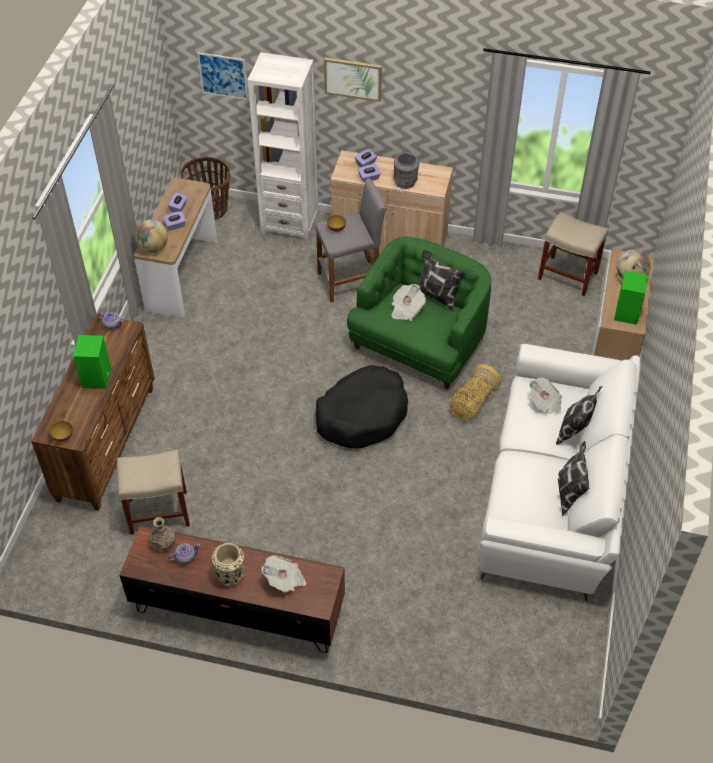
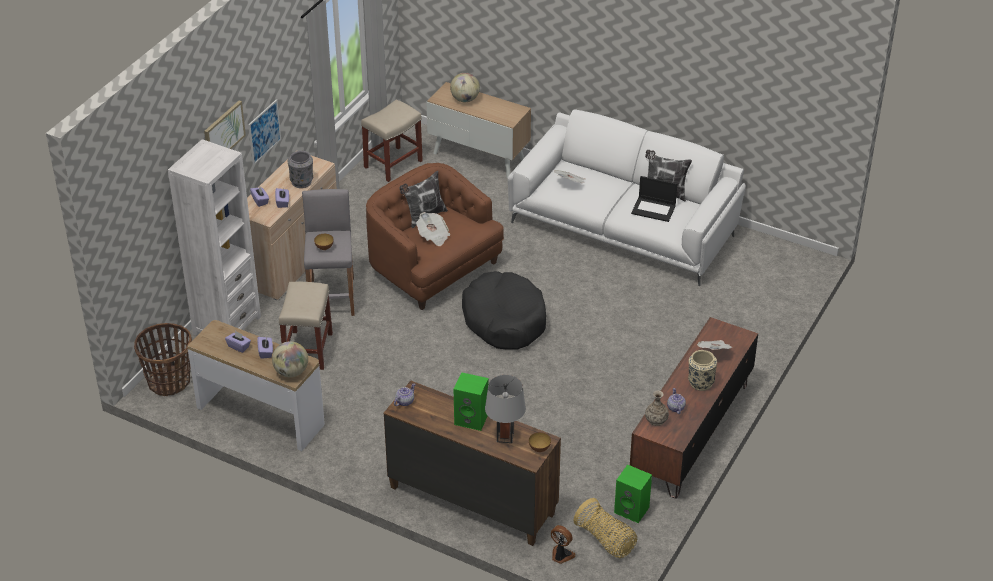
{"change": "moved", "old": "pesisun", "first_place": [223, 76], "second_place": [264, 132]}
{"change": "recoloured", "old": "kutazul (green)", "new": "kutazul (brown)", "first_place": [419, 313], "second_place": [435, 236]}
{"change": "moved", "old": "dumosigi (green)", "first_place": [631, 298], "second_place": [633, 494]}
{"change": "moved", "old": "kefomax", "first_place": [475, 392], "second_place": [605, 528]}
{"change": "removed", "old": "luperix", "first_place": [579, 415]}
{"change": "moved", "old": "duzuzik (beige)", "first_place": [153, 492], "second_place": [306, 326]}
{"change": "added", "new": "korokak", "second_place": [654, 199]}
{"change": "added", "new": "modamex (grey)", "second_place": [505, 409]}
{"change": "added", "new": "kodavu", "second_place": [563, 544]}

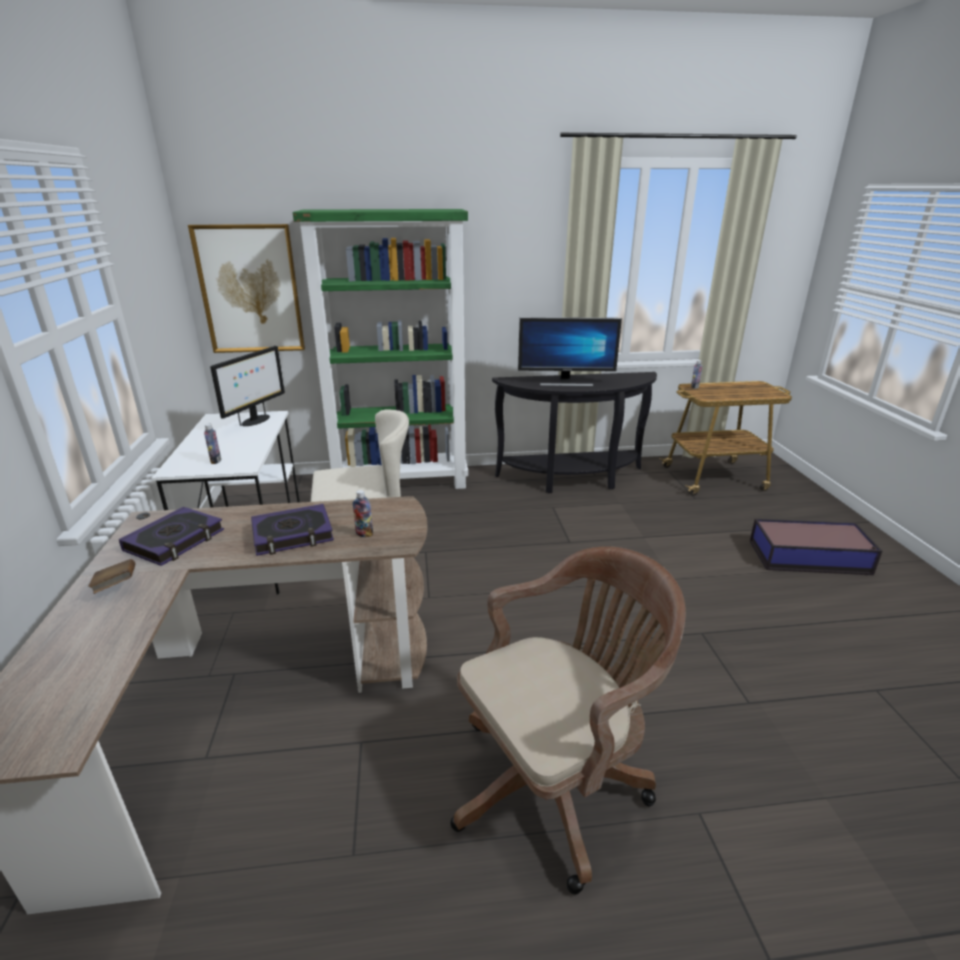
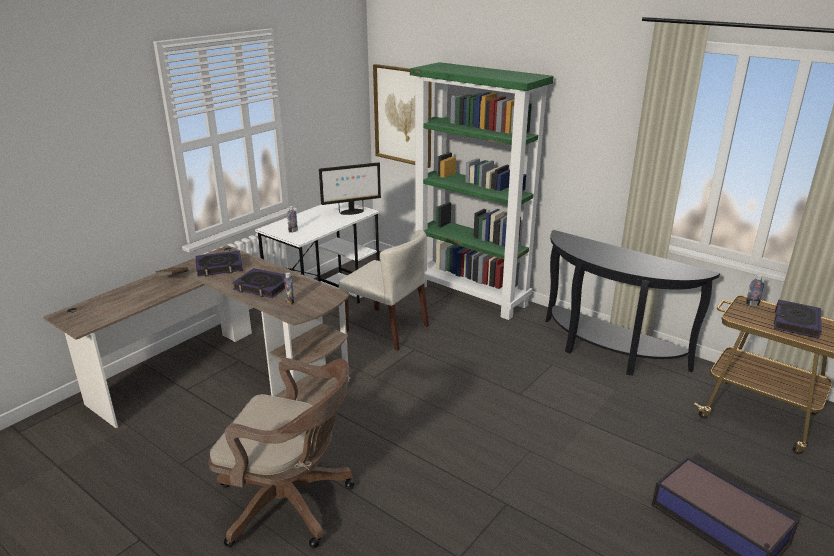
{"change": "removed", "old": "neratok", "first_place": [570, 351]}
{"change": "added", "new": "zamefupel", "second_place": [798, 319]}

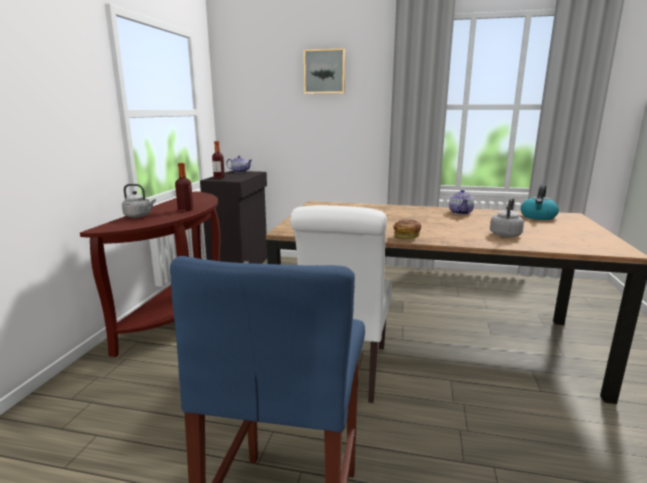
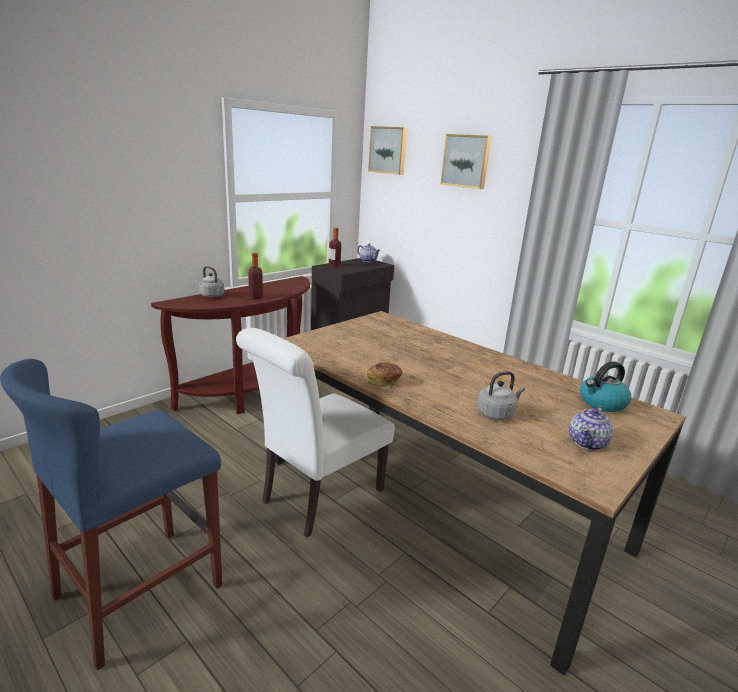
{"change": "moved", "old": "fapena", "first_place": [461, 202], "second_place": [591, 428]}
{"change": "added", "new": "pesisun", "second_place": [387, 150]}

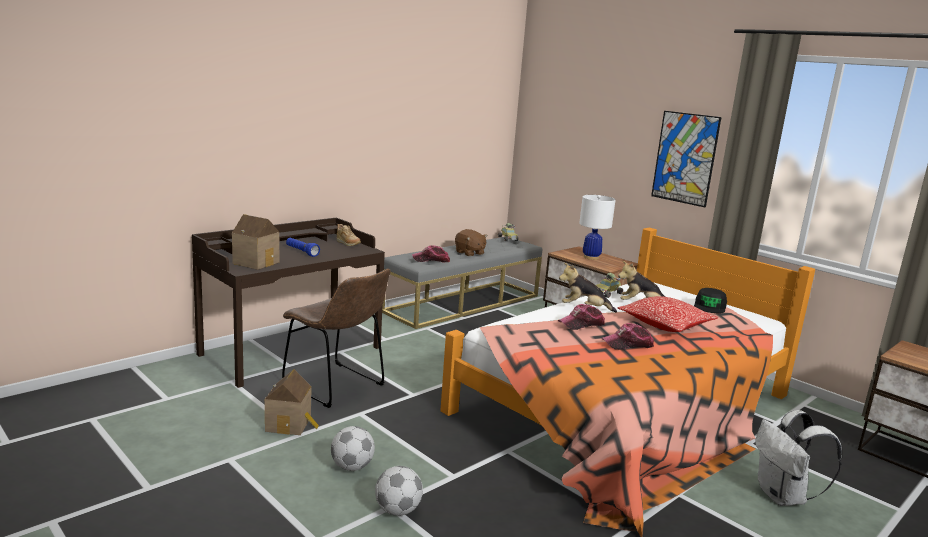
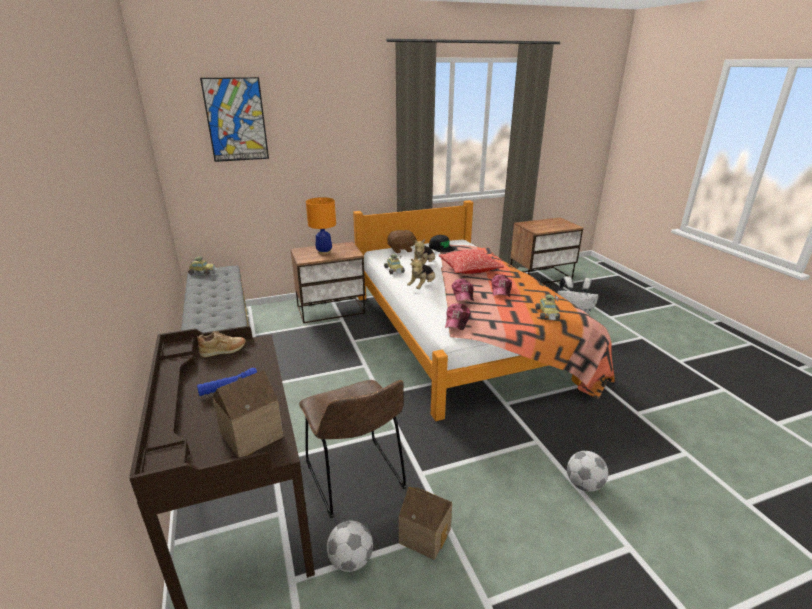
{"change": "moved", "old": "pesisun", "first_place": [686, 159], "second_place": [234, 119]}
{"change": "recoloured", "old": "modamex (white)", "new": "modamex (orange)", "first_place": [597, 227], "second_place": [321, 226]}
{"change": "moved", "old": "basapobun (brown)", "first_place": [471, 242], "second_place": [402, 241]}
{"change": "moved", "old": "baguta", "first_place": [431, 254], "second_place": [458, 316]}
{"change": "turned", "old": "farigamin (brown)", "first_place": [336, 338], "second_place": [352, 449], "degrees": 90}
{"change": "moved", "old": "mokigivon", "first_place": [353, 448], "second_place": [350, 546]}
{"change": "added", "new": "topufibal", "second_place": [547, 307]}

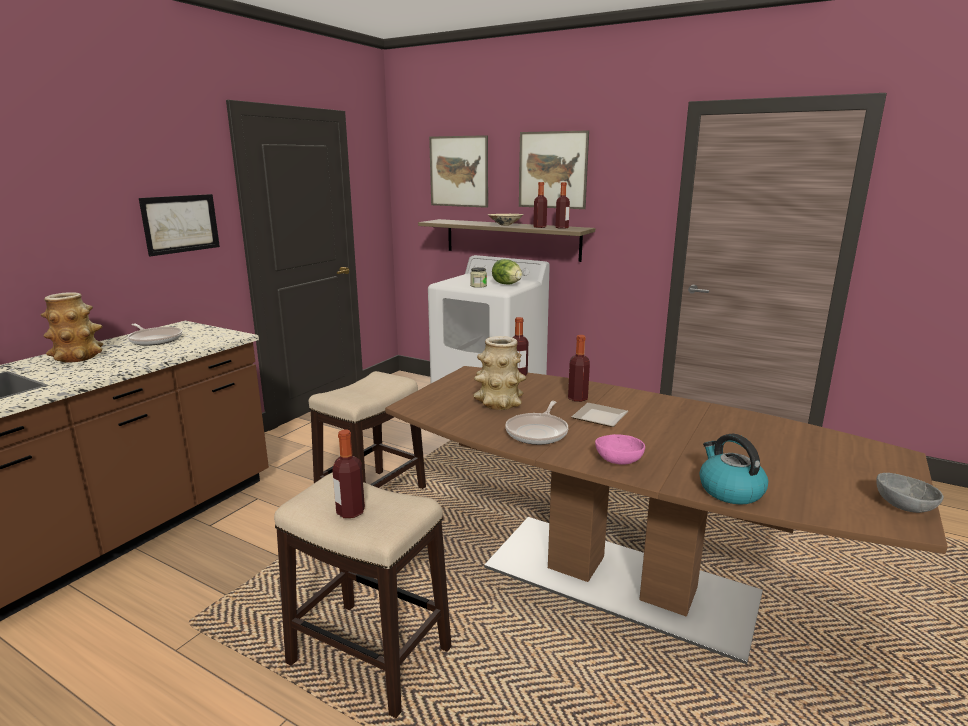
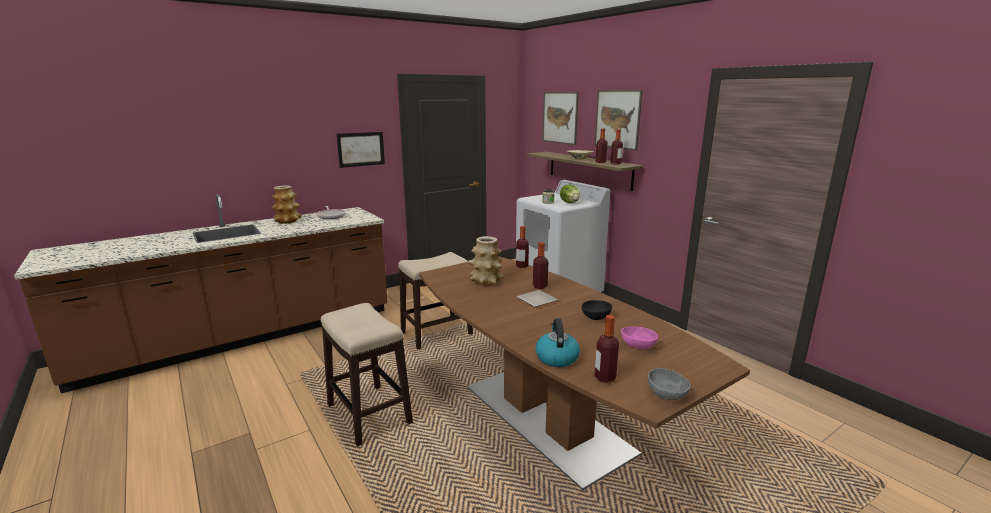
{"change": "removed", "old": "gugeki", "first_place": [536, 423]}
{"change": "moved", "old": "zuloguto", "first_place": [348, 474], "second_place": [606, 349]}
{"change": "moved", "old": "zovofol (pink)", "first_place": [620, 449], "second_place": [639, 338]}
{"change": "added", "new": "zovofol (black)", "second_place": [597, 310]}

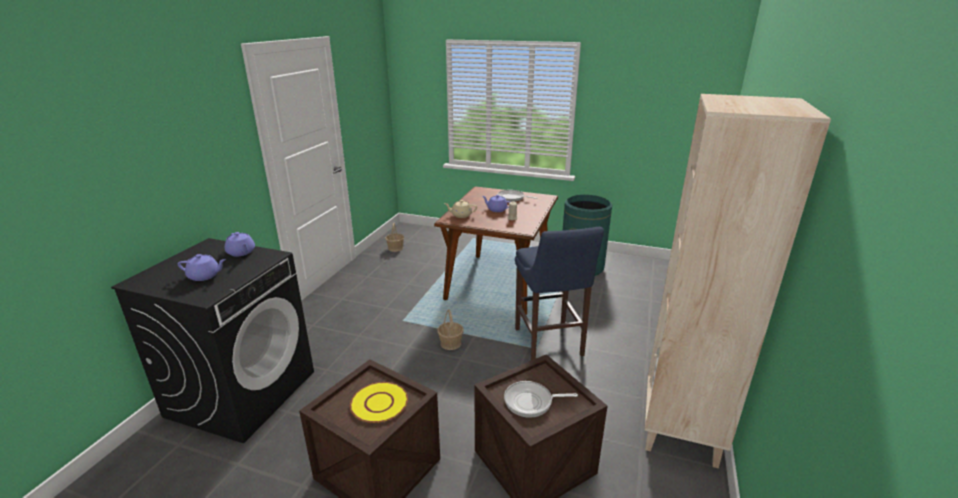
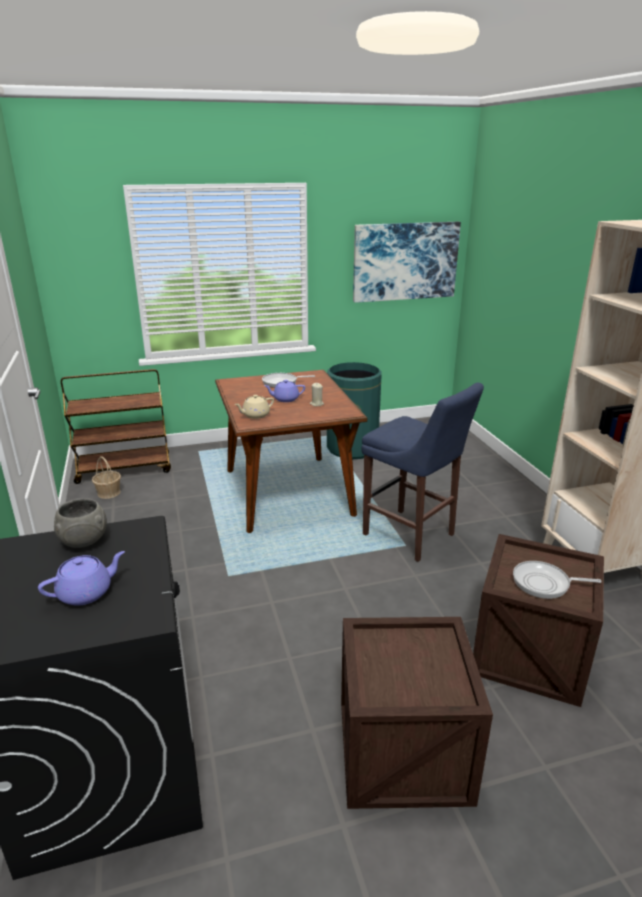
{"change": "replaced", "old": "fapena (purple)", "new": "zovofol (grey)", "first_place": [240, 244], "second_place": [80, 523]}
{"change": "removed", "old": "kefomax", "first_place": [450, 329]}
{"change": "turned", "old": "gugeki", "first_place": [541, 399], "second_place": [557, 580], "degrees": 45}
{"change": "removed", "old": "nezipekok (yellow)", "first_place": [379, 402]}
{"change": "added", "new": "pesisun", "second_place": [407, 262]}
{"change": "added", "new": "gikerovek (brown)", "second_place": [116, 426]}

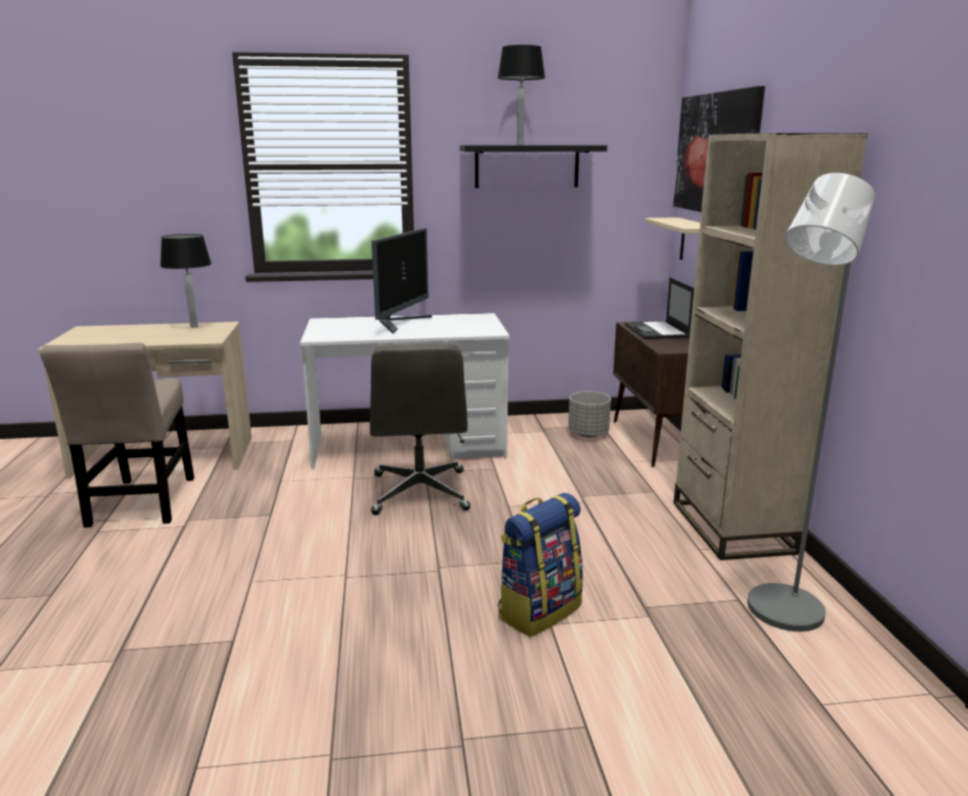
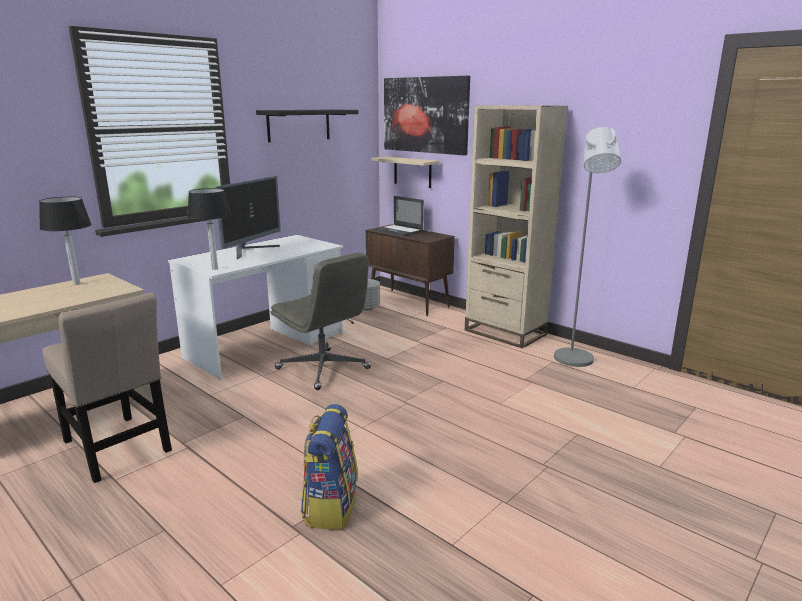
{"change": "moved", "old": "modamex", "first_place": [521, 95], "second_place": [209, 229]}
{"change": "turned", "old": "neratok", "first_place": [402, 281], "second_place": [248, 218], "degrees": 45}
{"change": "moved", "old": "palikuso", "first_place": [540, 565], "second_place": [329, 467]}

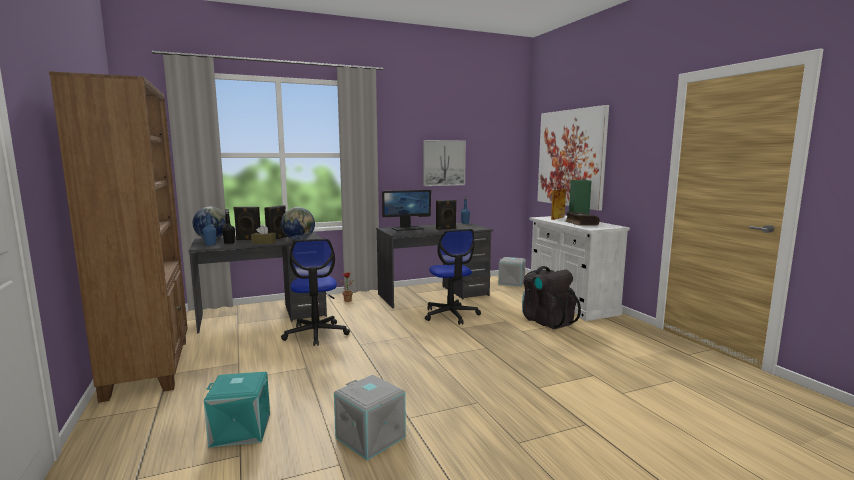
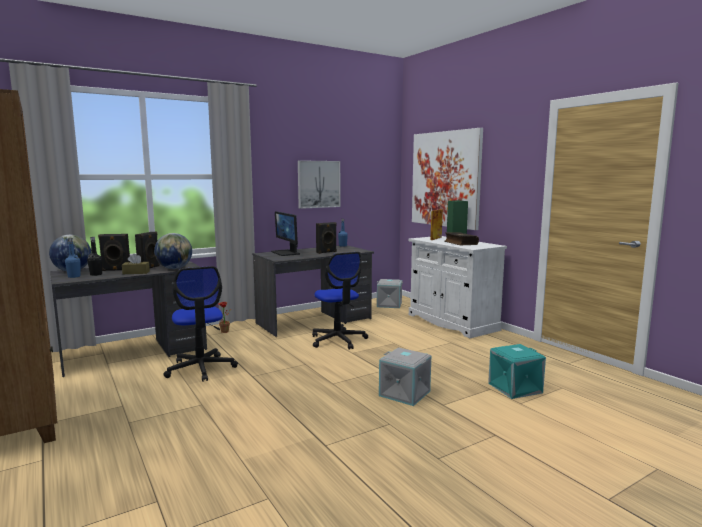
{"change": "turned", "old": "neratok", "first_place": [406, 210], "second_place": [285, 233], "degrees": 90}
{"change": "removed", "old": "palikuso (black)", "first_place": [551, 297]}
{"change": "moved", "old": "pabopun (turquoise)", "first_place": [237, 410], "second_place": [517, 371]}
{"change": "moved", "old": "pabopun (grey)", "first_place": [370, 417], "second_place": [405, 377]}

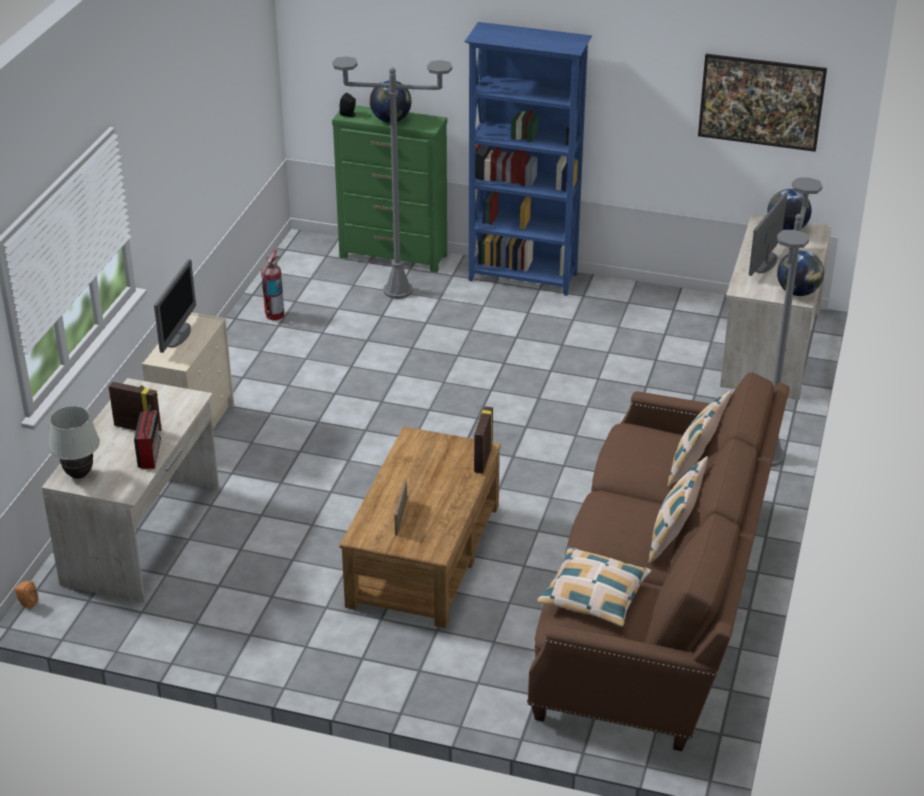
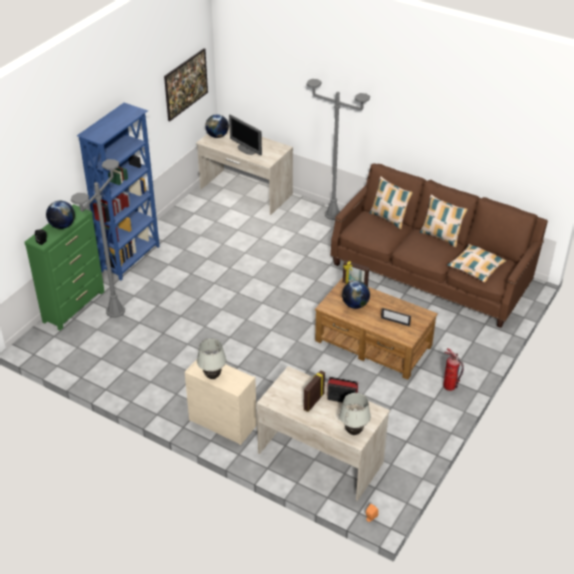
{"change": "moved", "old": "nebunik", "first_place": [272, 285], "second_place": [453, 369]}
{"change": "moved", "old": "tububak", "first_place": [800, 273], "second_place": [356, 295]}
{"change": "replaced", "old": "neratok", "new": "modamex (white)", "first_place": [175, 306], "second_place": [211, 359]}

